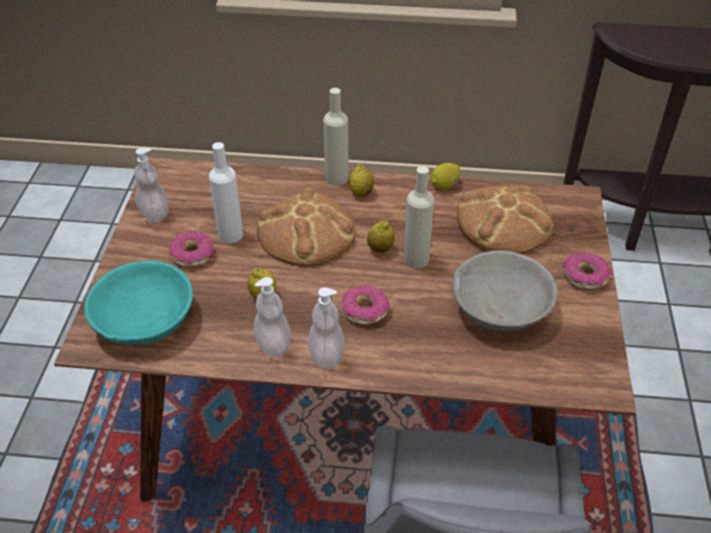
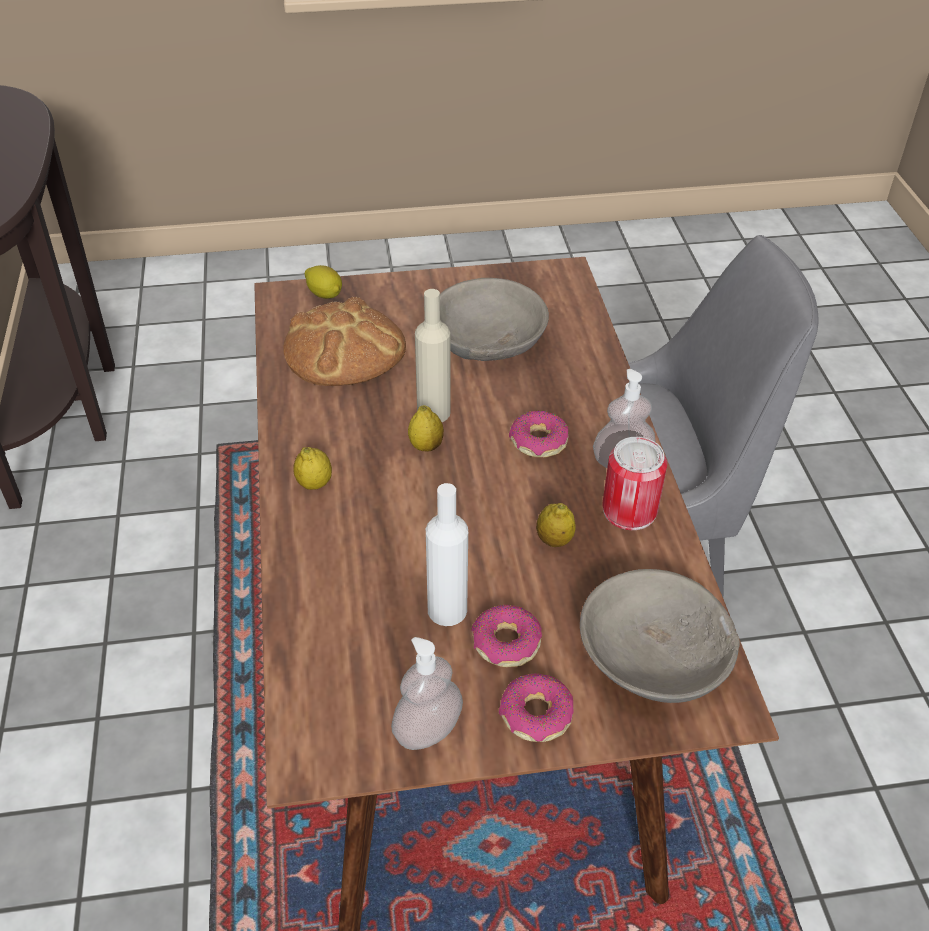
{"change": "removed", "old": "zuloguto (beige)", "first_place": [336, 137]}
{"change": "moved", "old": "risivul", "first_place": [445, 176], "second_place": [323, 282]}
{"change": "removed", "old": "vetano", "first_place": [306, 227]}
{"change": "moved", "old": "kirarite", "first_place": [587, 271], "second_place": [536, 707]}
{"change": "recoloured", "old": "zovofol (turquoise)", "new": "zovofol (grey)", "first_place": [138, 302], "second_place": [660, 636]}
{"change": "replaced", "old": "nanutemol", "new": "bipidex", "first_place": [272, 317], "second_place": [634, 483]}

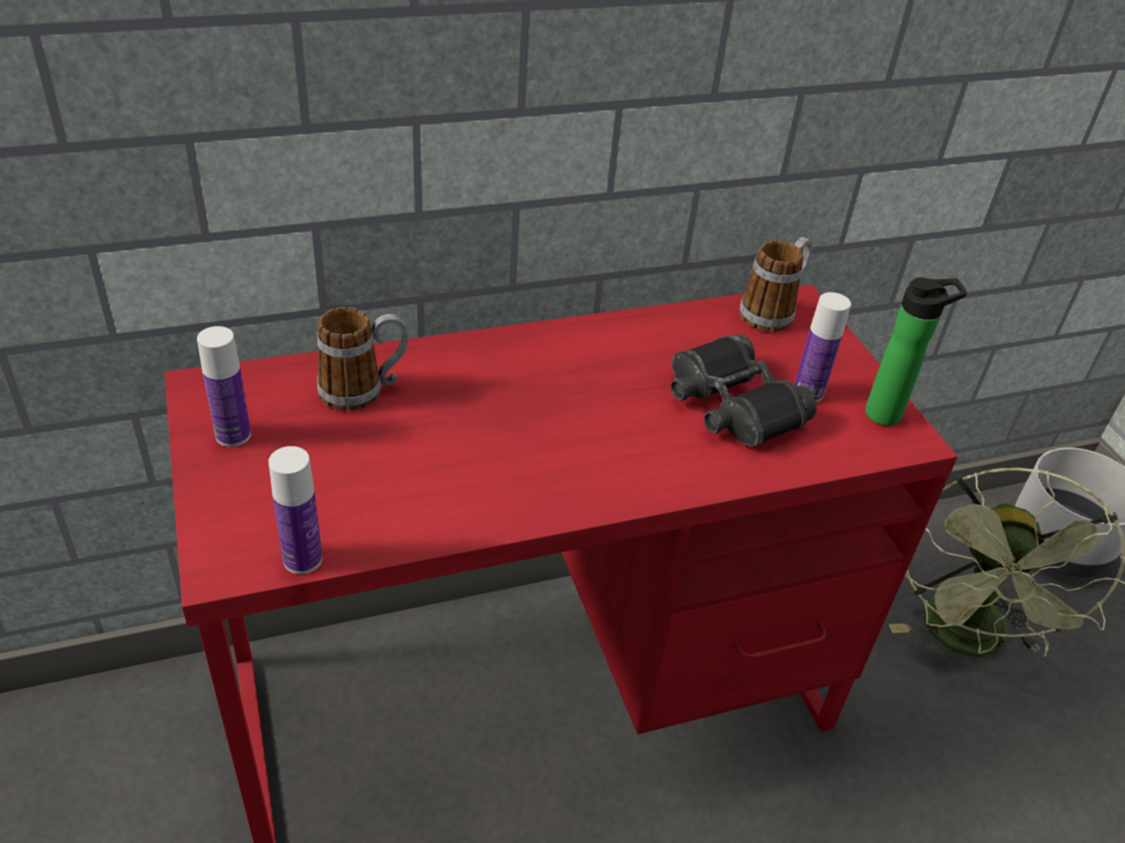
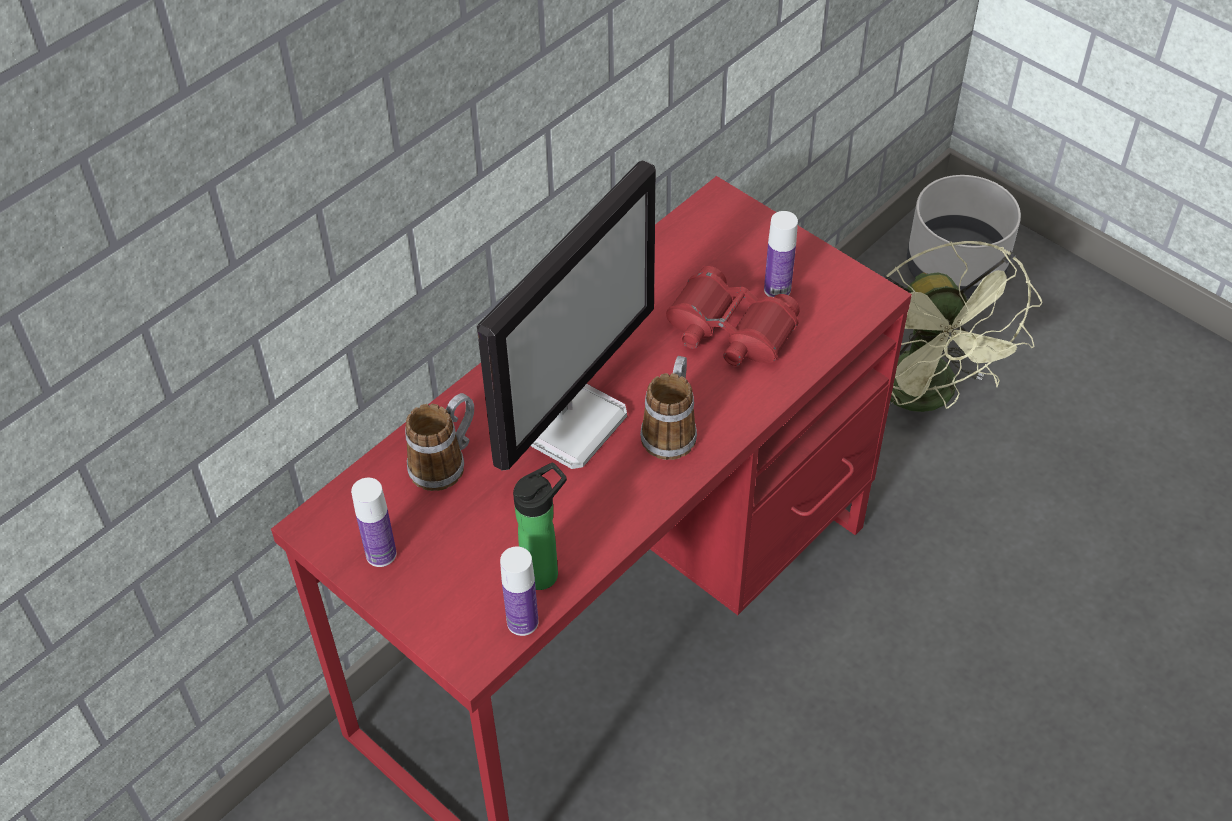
{"change": "moved", "old": "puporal", "first_place": [776, 284], "second_place": [668, 408]}
{"change": "moved", "old": "zuloguto", "first_place": [916, 351], "second_place": [540, 526]}
{"change": "recoloured", "old": "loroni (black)", "new": "loroni (red)", "first_place": [743, 390], "second_place": [733, 316]}
{"change": "added", "new": "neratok", "second_place": [566, 315]}

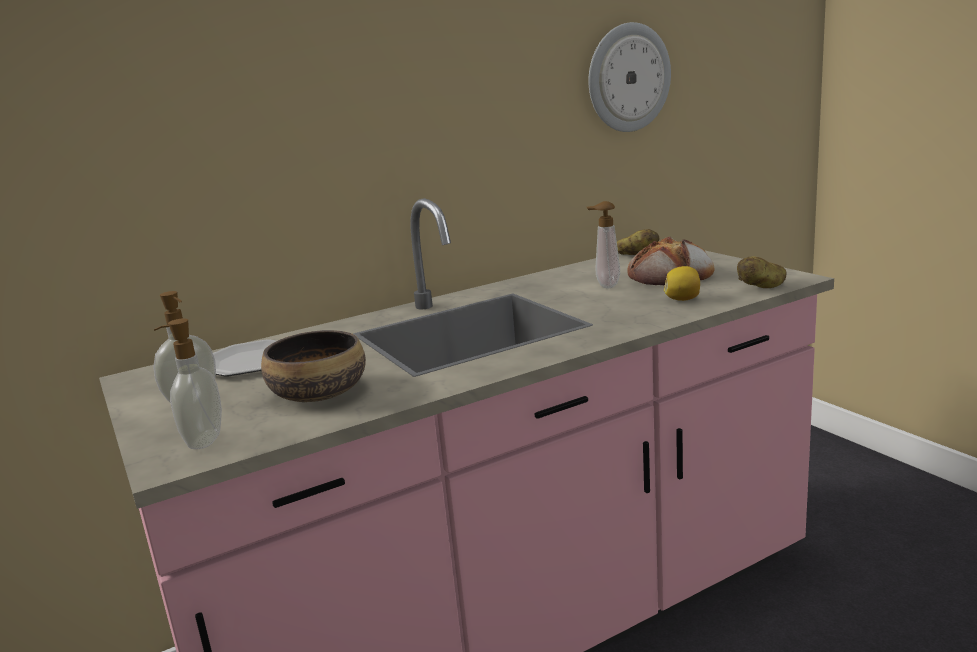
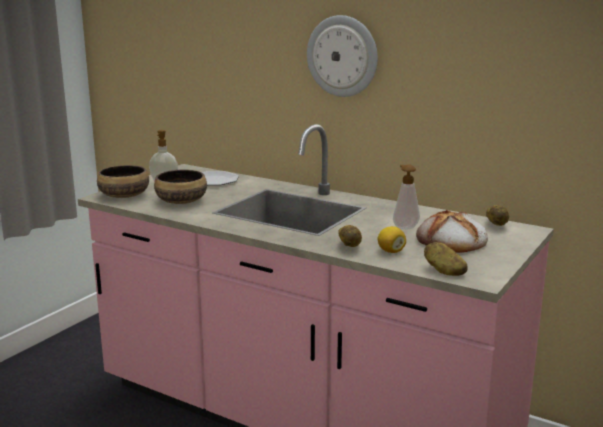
{"change": "moved", "old": "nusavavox", "first_place": [630, 77], "second_place": [342, 56]}
{"change": "replaced", "old": "nanutemol", "new": "zovofol", "first_place": [188, 383], "second_place": [123, 181]}
{"change": "added", "new": "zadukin", "second_place": [350, 236]}

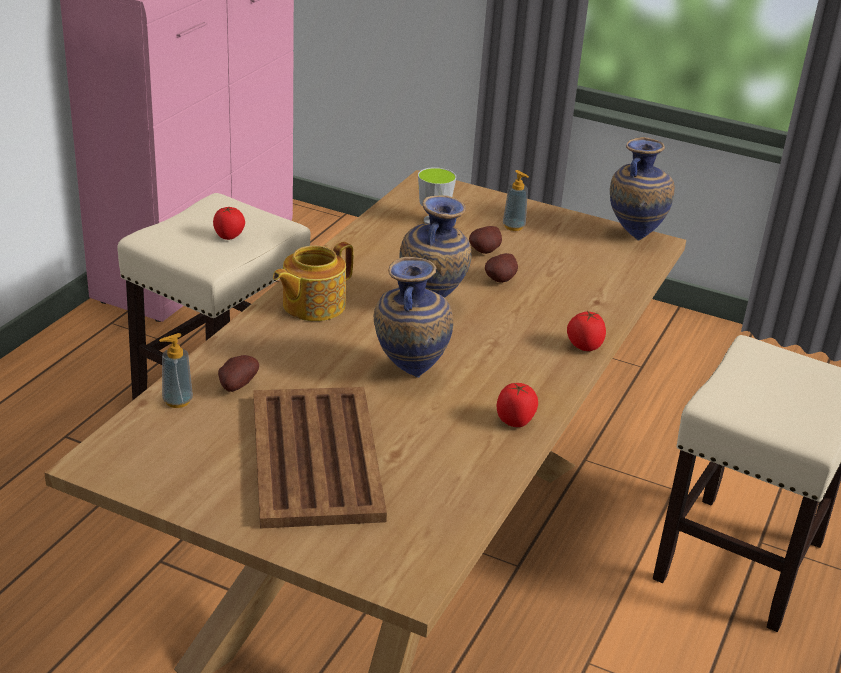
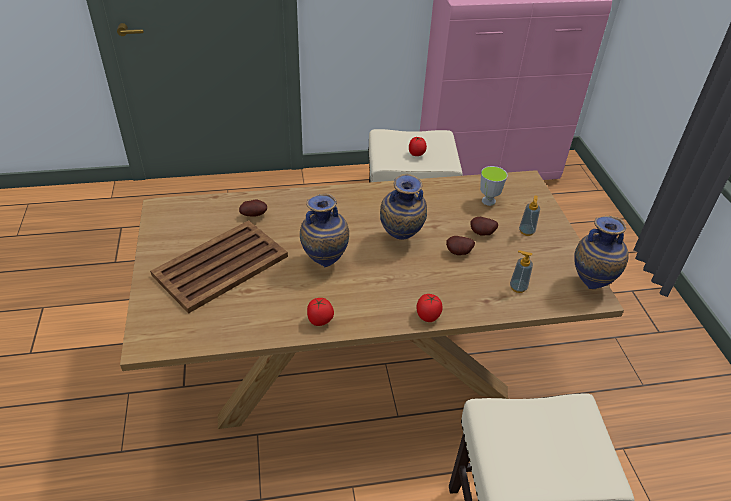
{"change": "removed", "old": "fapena", "first_place": [313, 281]}
{"change": "moved", "old": "nanutemol", "first_place": [176, 370], "second_place": [521, 272]}

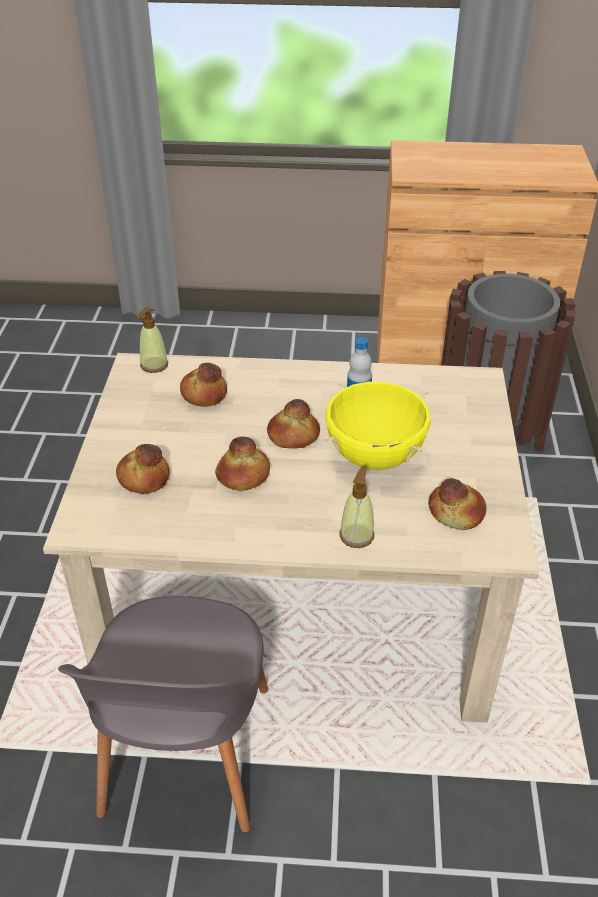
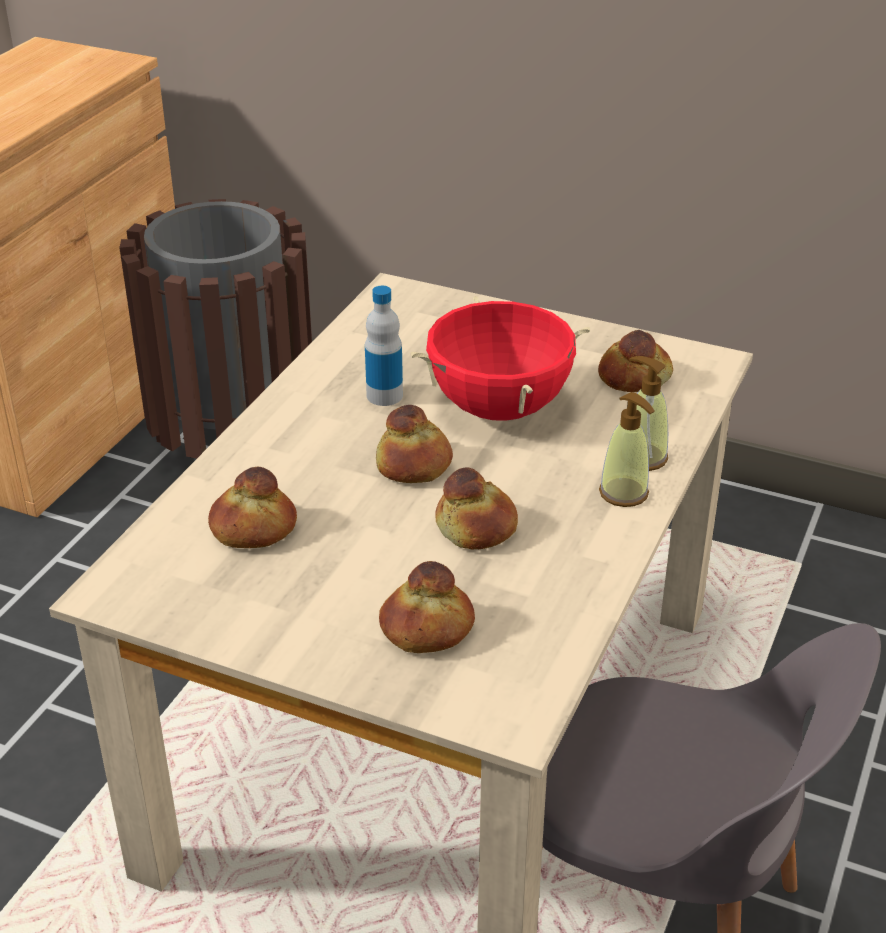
{"change": "moved", "old": "nanutemol", "first_place": [152, 340], "second_place": [626, 449]}
{"change": "recoloured", "old": "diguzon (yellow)", "new": "diguzon (red)", "first_place": [378, 426], "second_place": [500, 358]}

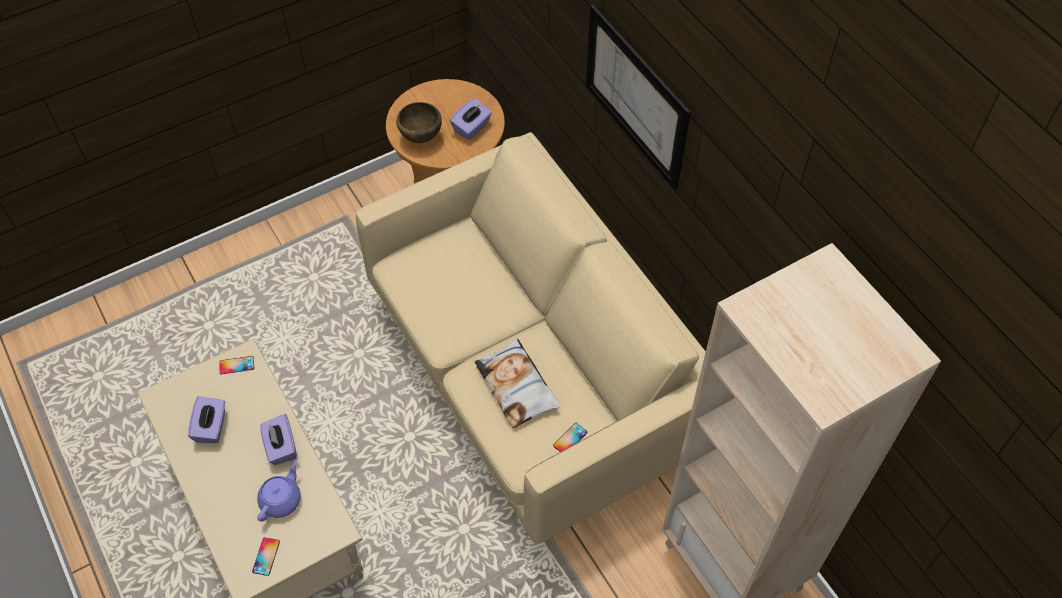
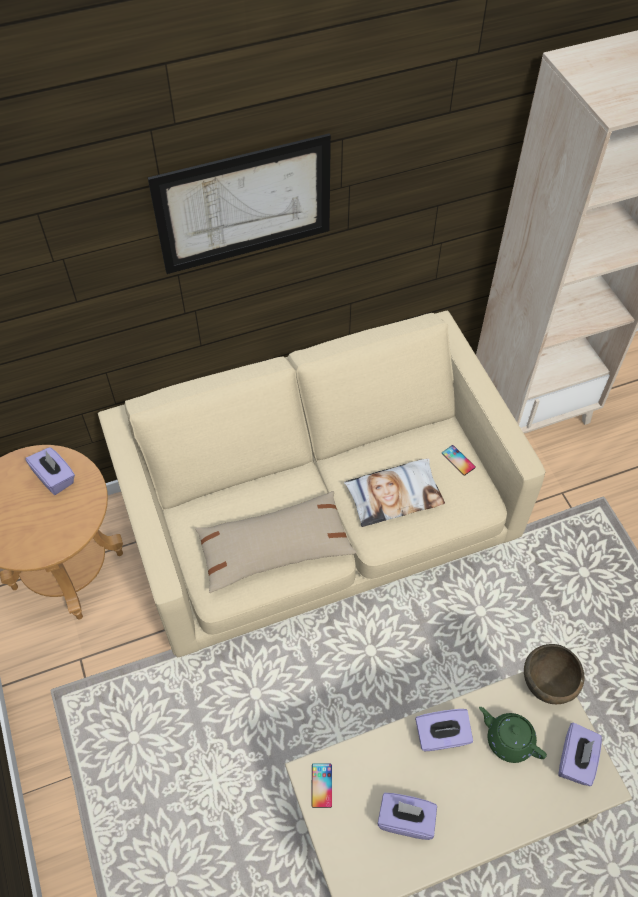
{"change": "moved", "old": "zovofol (brown)", "first_place": [419, 122], "second_place": [554, 674]}
{"change": "recoloured", "old": "fapena (purple)", "new": "fapena (green)", "first_place": [279, 491], "second_place": [513, 735]}
{"change": "replaced", "old": "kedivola", "new": "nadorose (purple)", "first_place": [266, 556], "second_place": [580, 754]}
{"change": "added", "new": "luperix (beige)", "second_place": [276, 542]}

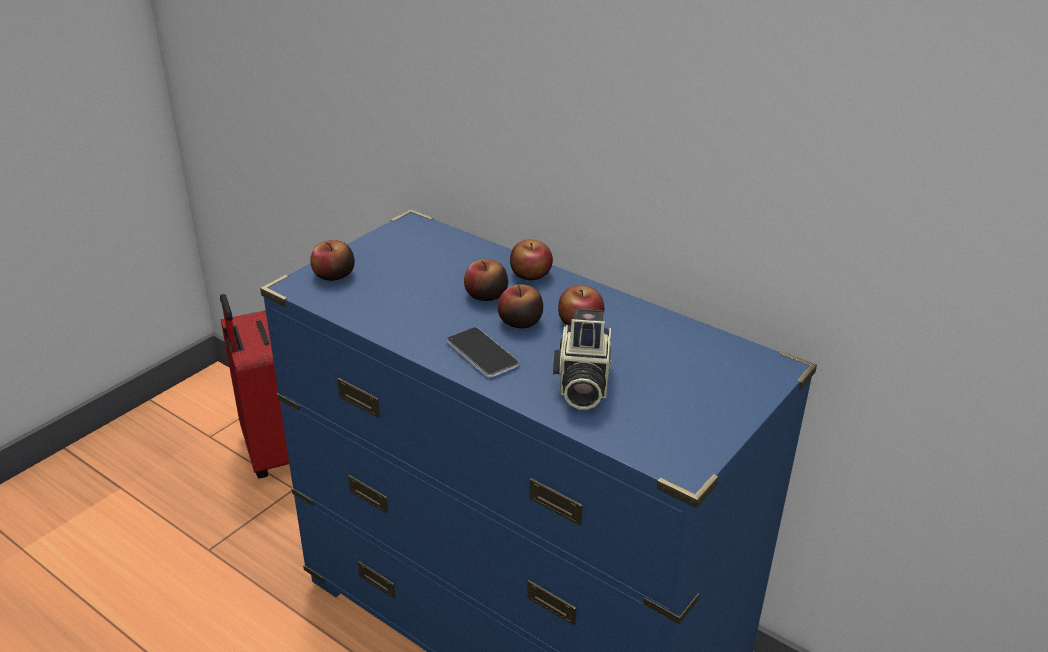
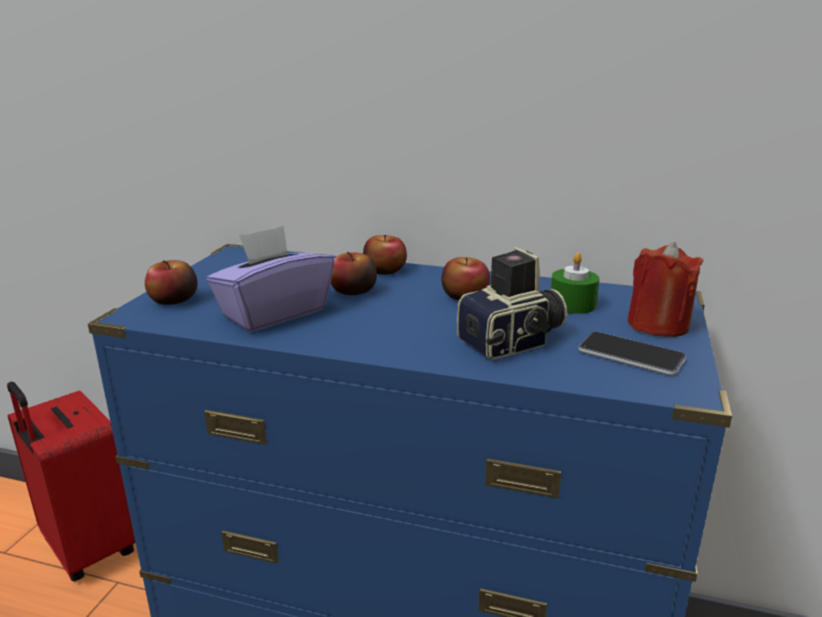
{"change": "removed", "old": "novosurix", "first_place": [520, 306]}
{"change": "turned", "old": "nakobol", "first_place": [582, 359], "second_place": [512, 303], "degrees": -105}
{"change": "moved", "old": "kedivola", "first_place": [482, 352], "second_place": [632, 353]}
{"change": "added", "new": "nadorose (purple)", "second_place": [270, 279]}
{"change": "added", "new": "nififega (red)", "second_place": [665, 289]}
{"change": "added", "new": "nififega (green)", "second_place": [575, 283]}

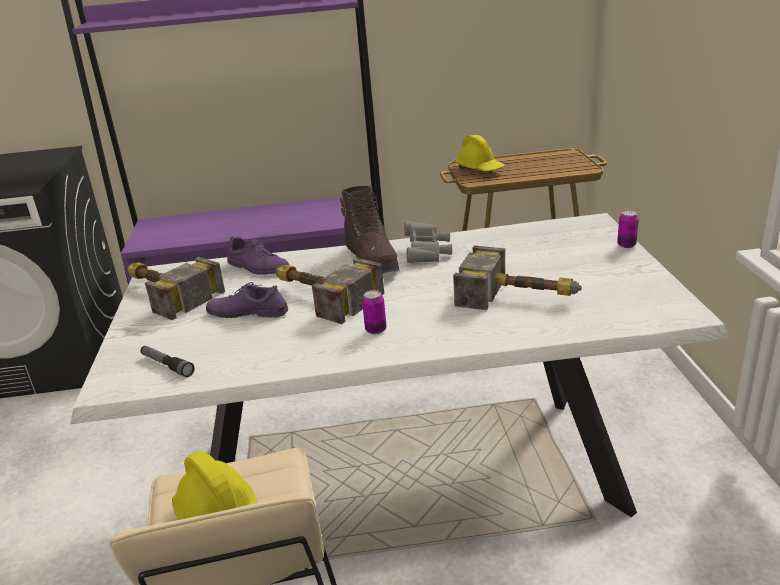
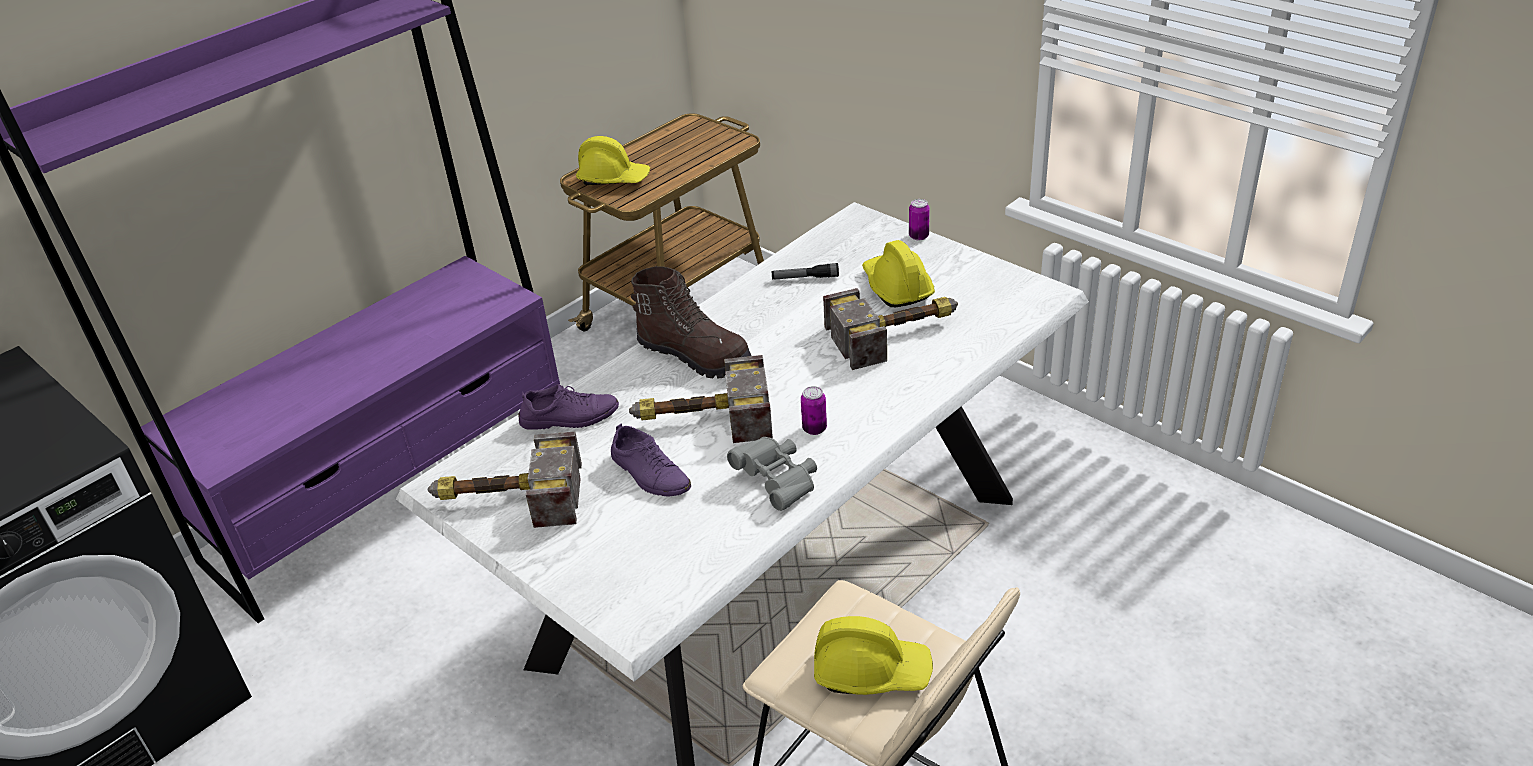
{"change": "moved", "old": "loroni (grey)", "first_place": [428, 242], "second_place": [772, 474]}
{"change": "turned", "old": "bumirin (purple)", "first_place": [247, 300], "second_place": [651, 459], "degrees": -105}
{"change": "moved", "old": "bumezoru", "first_place": [167, 361], "second_place": [805, 271]}
{"change": "added", "new": "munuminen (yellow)", "second_place": [898, 273]}

